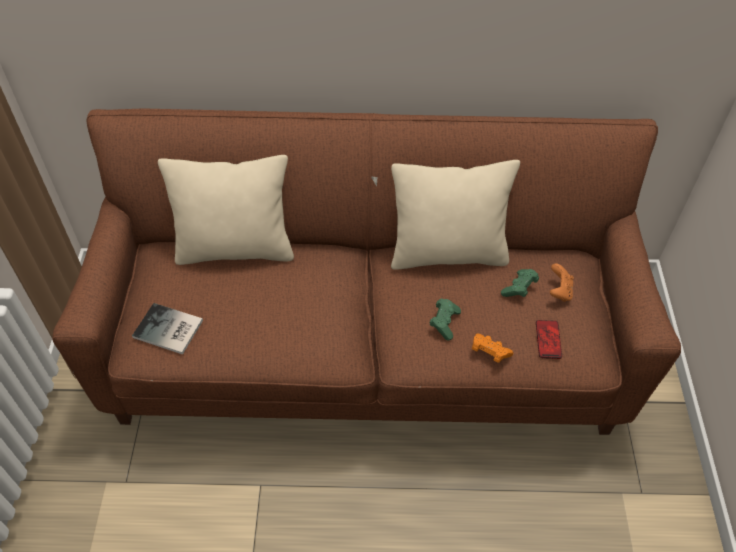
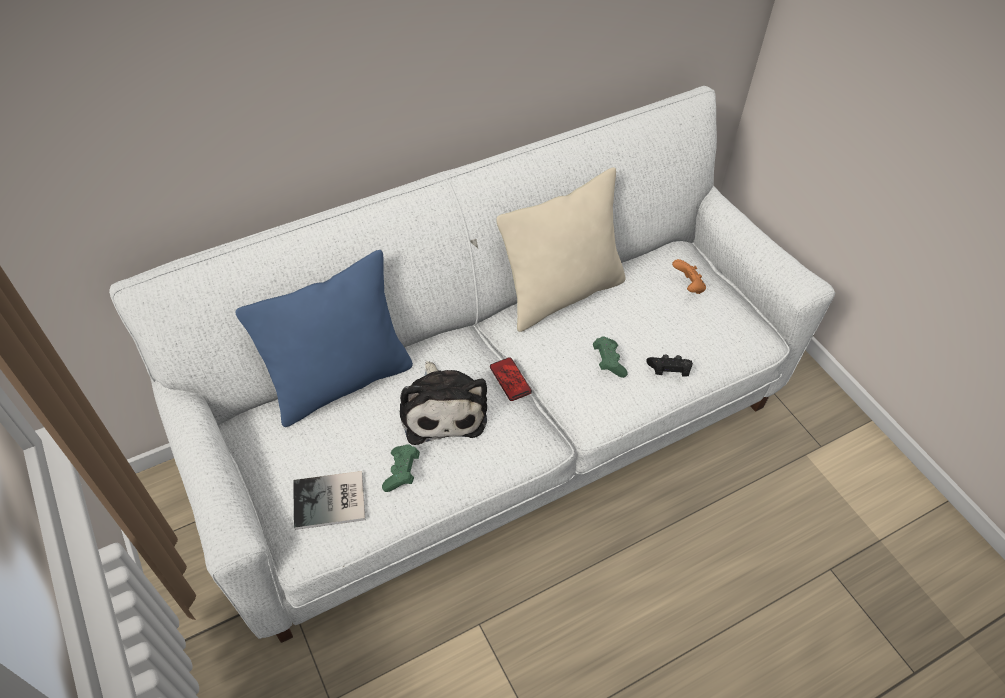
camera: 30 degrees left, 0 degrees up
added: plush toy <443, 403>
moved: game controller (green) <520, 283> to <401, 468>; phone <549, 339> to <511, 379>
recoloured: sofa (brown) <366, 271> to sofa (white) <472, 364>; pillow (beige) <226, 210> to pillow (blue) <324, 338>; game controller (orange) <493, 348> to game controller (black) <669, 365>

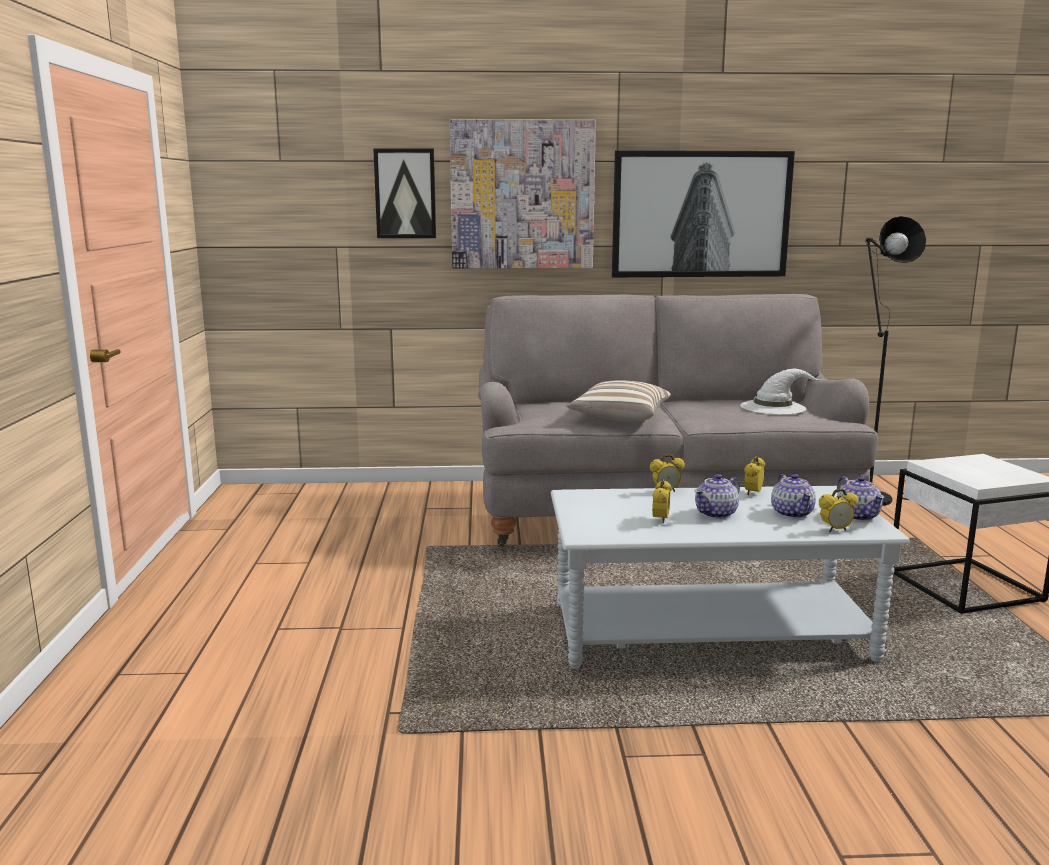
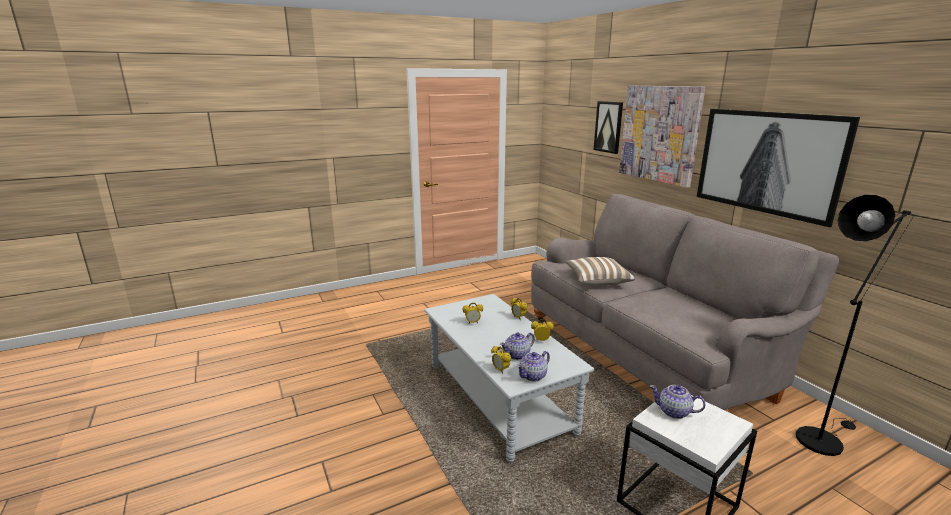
camera: 65 degrees right, 5 degrees up
removed: hat (white) <782, 392>
moved: teapot <717, 496> to <677, 402>

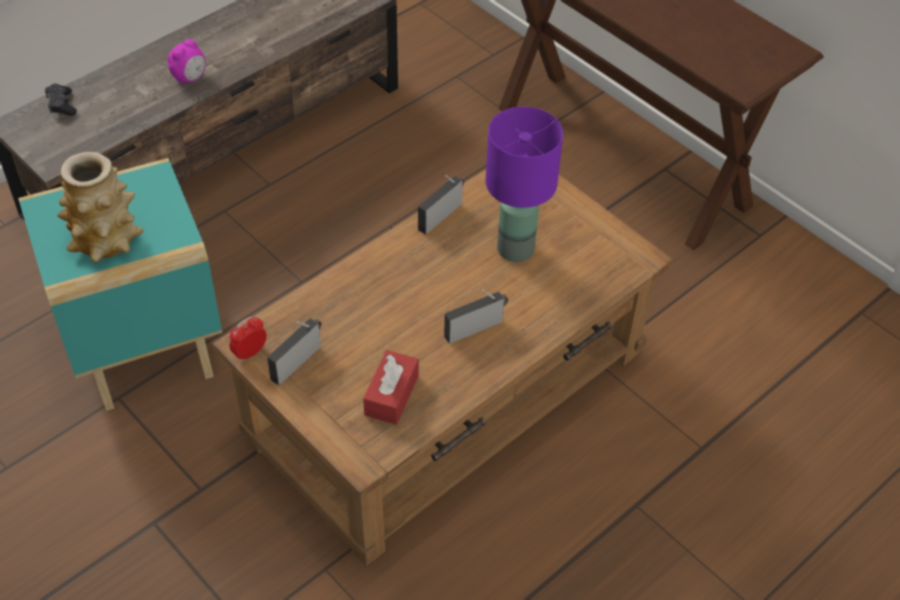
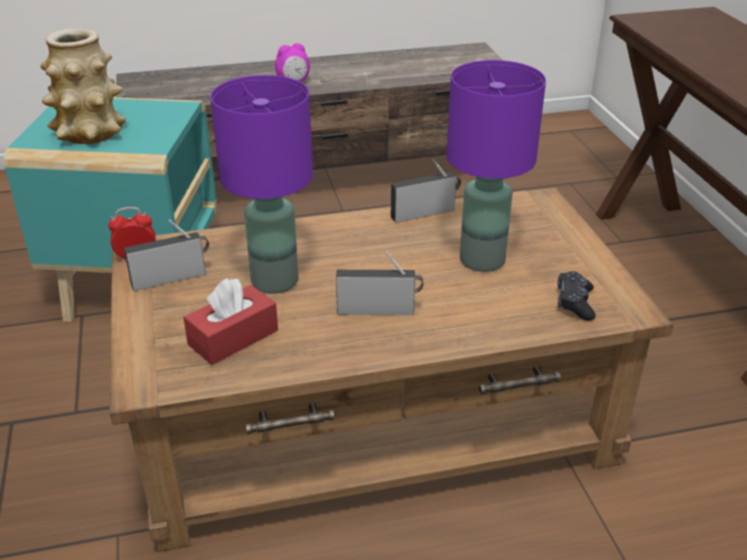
camera: 30 degrees right, 15 degrees down
added: table lamp (purple) <261, 184>
moved: game controller (black) <61, 100> to <577, 296>

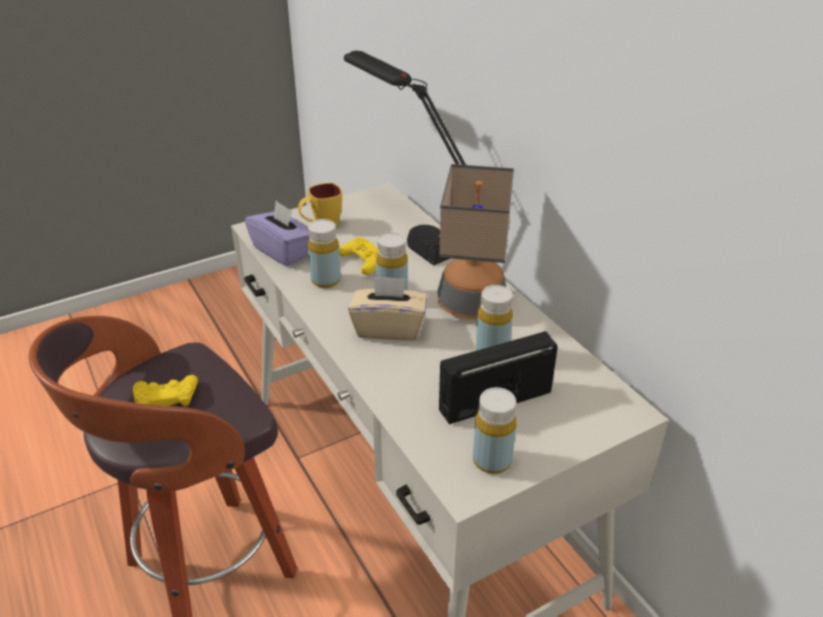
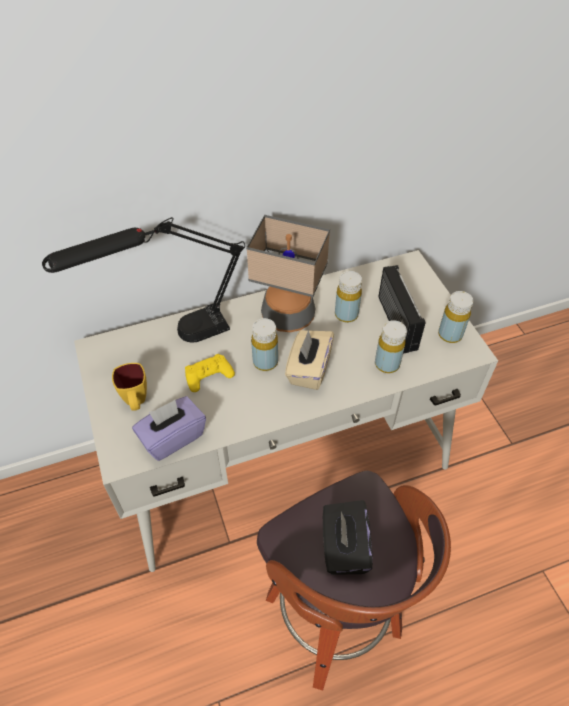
camera: 80 degrees left, 15 degrees up
moved: bottle (yellow) <324, 253> to <391, 346>
replaced: game controller (yellow) <165, 390> to tissue box (black) <347, 537>

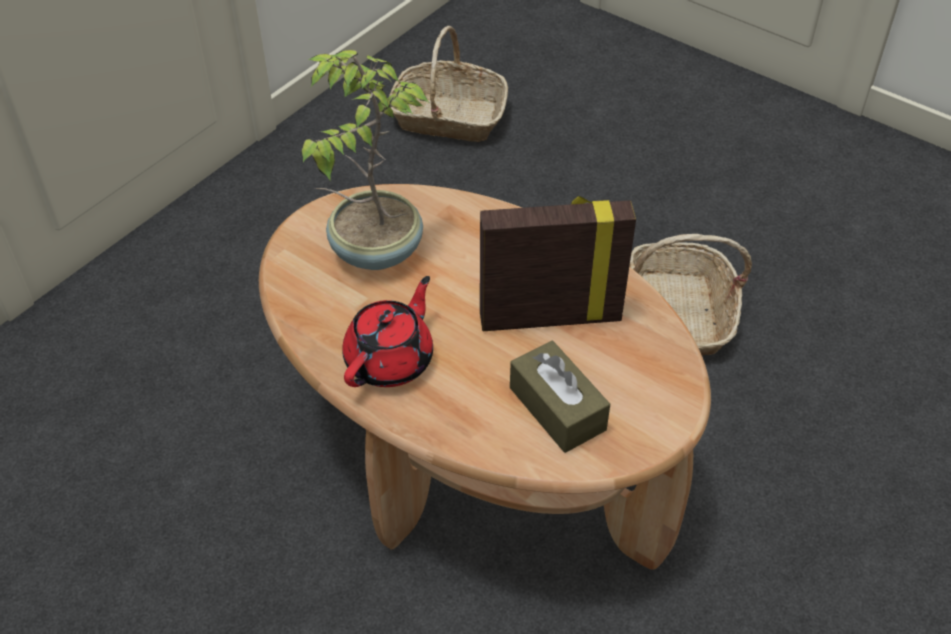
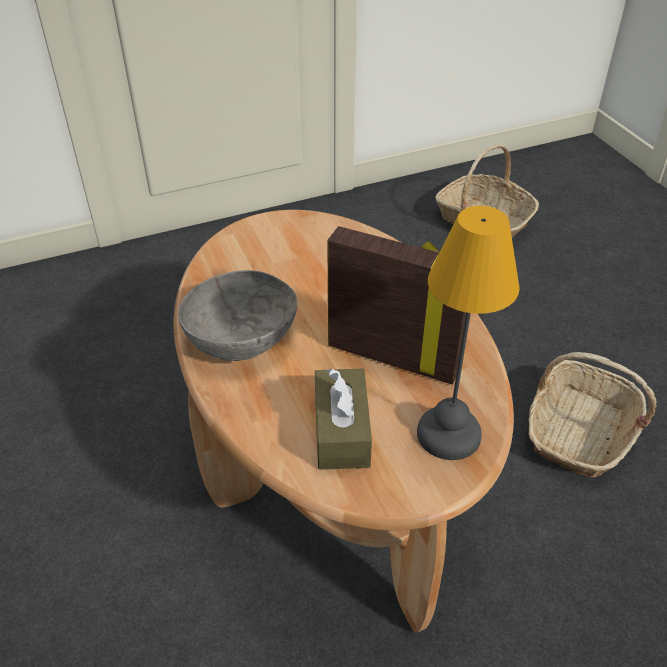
camera: 30 degrees right, 5 degrees down
removed: potted plant <365, 160>
added: table lamp <468, 333>
replaced: teapot (red) <387, 331> to bowl (grey) <237, 315>

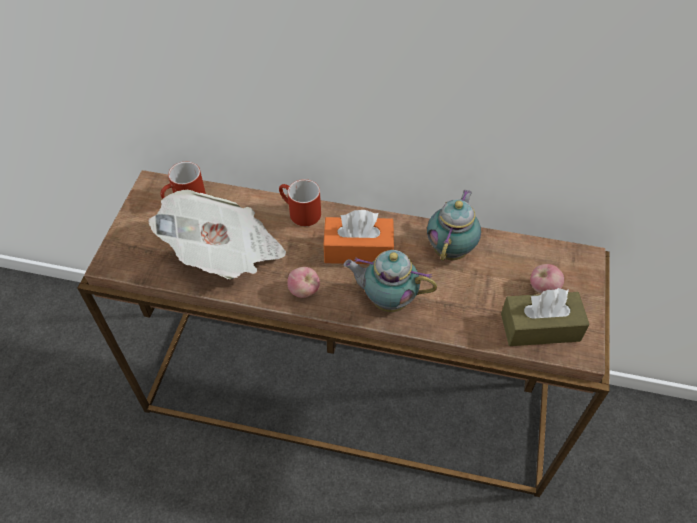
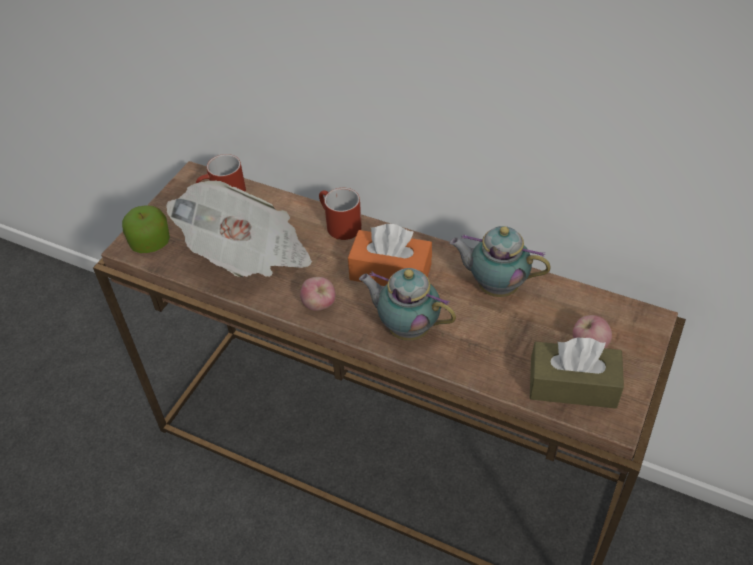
camera: 15 degrees right, 5 degrees down
added: apple <146, 229>
turned: teapot <454, 225> = <500, 261> 105 degrees counterclockwise

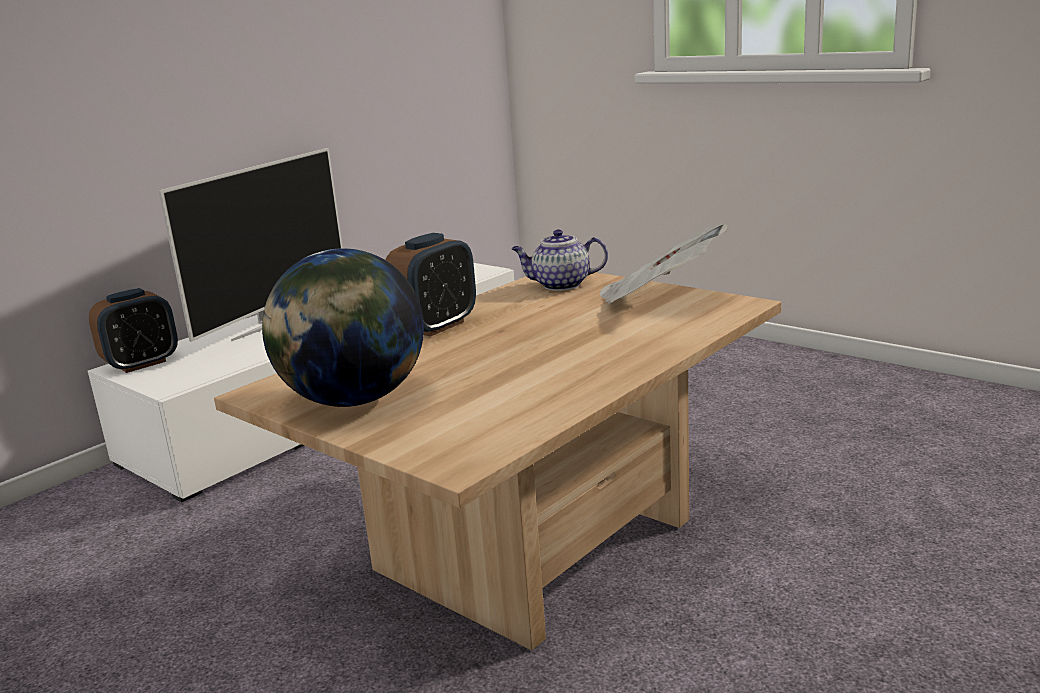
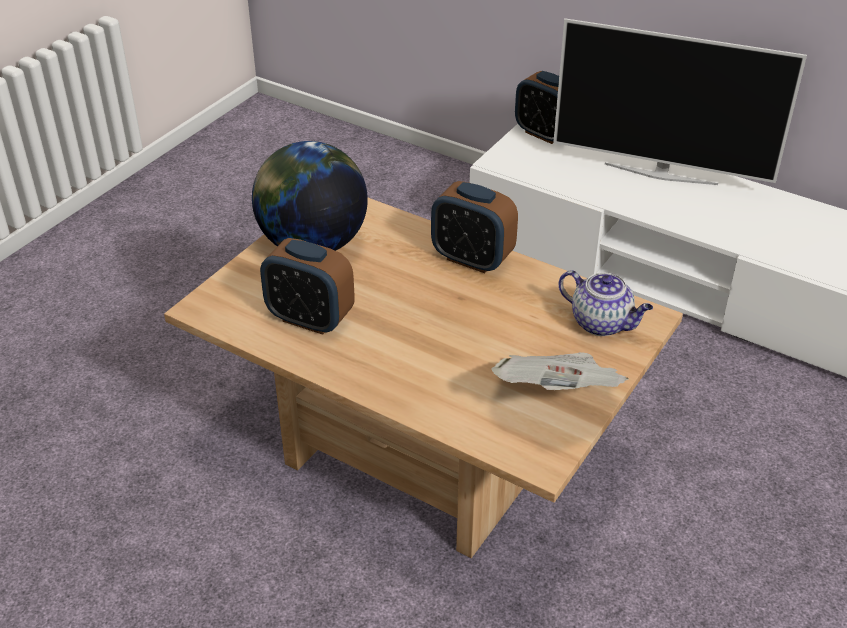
camera: 80 degrees right, 20 degrees up
added: alarm clock <307, 286>
turned: teapot <559, 260> = <606, 303> 135 degrees clockwise

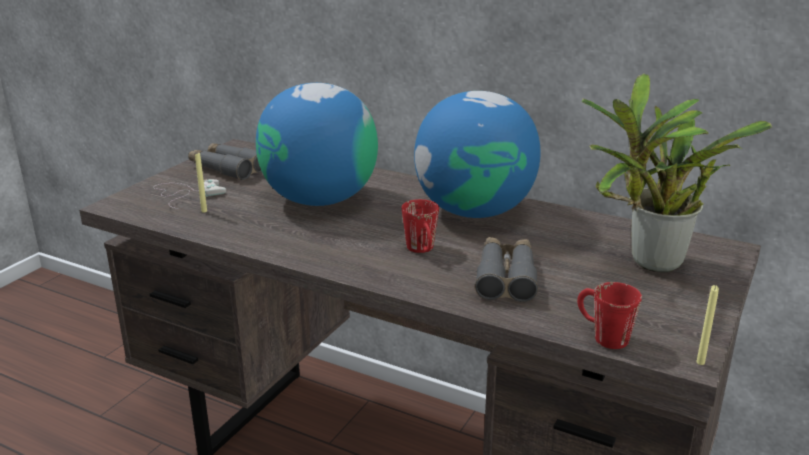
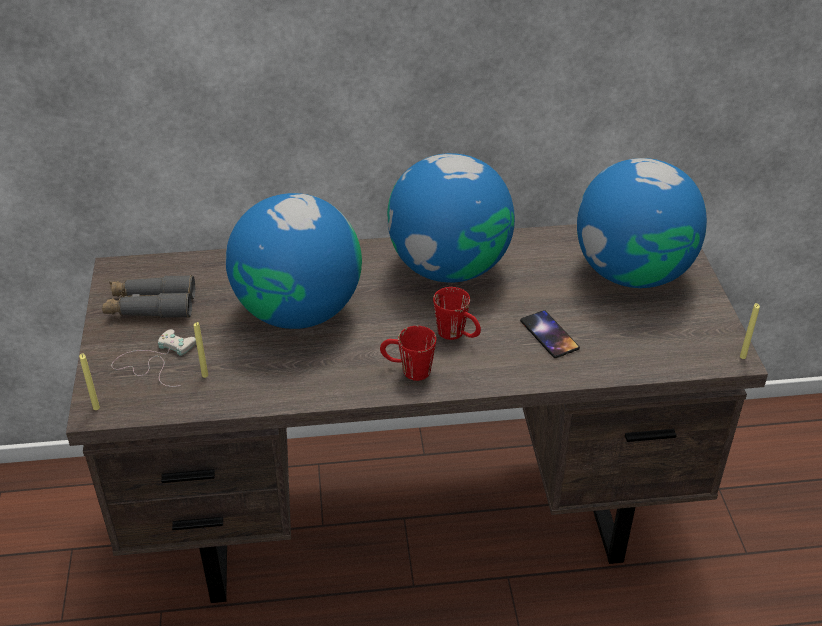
camera: 35 degrees left, 15 degrees up
added: candle (yellow) <89, 382>
moved: mug (red) <609, 315> to <408, 353>
replaced: binoculars (grey) <506, 269> to phone <550, 334>; potted plant <677, 172> to globe <642, 223>

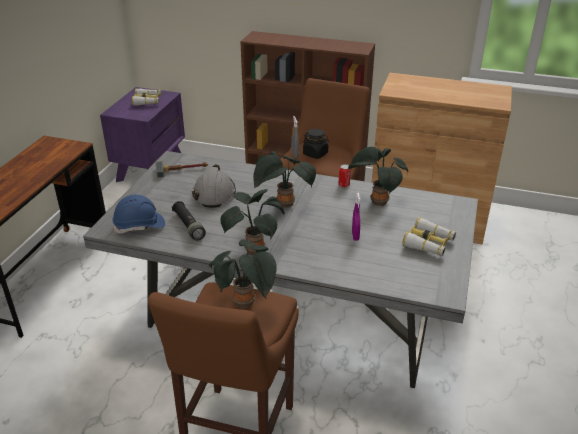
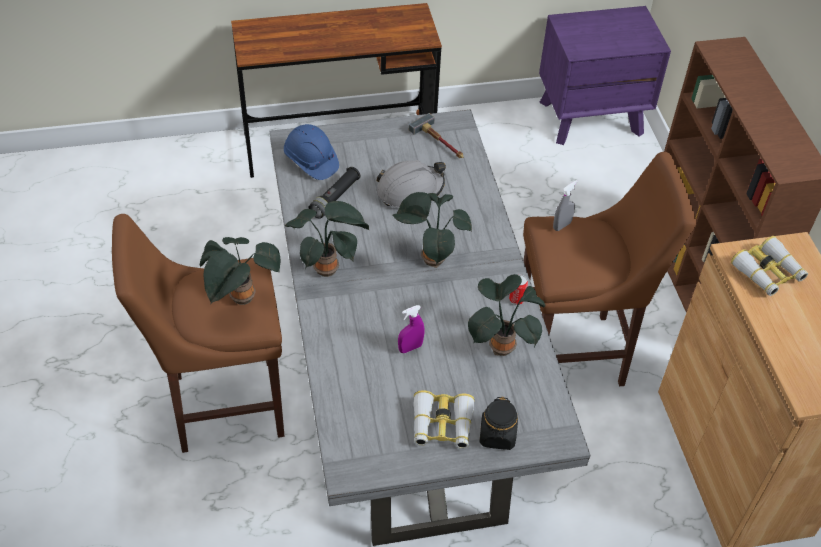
camera: 60 degrees right, 15 degrees up
moved: binoculars <147, 97> to <769, 266>; jar (black) <316, 144> to <498, 423>

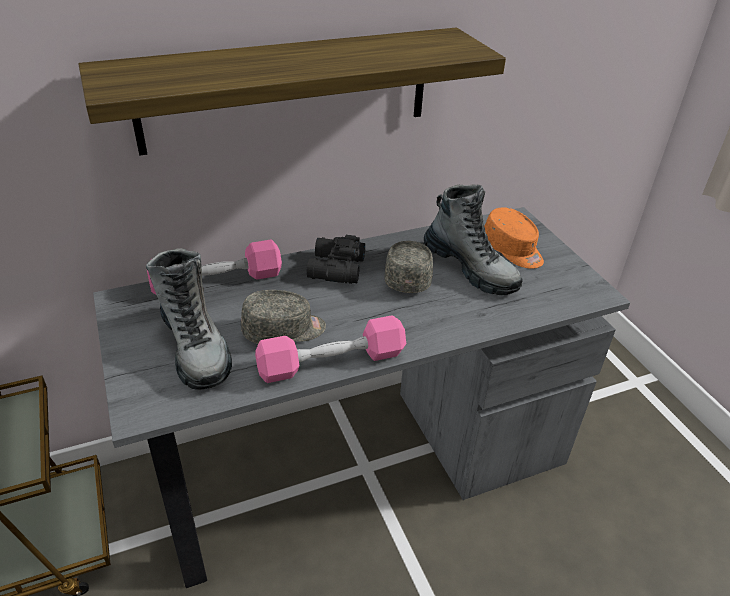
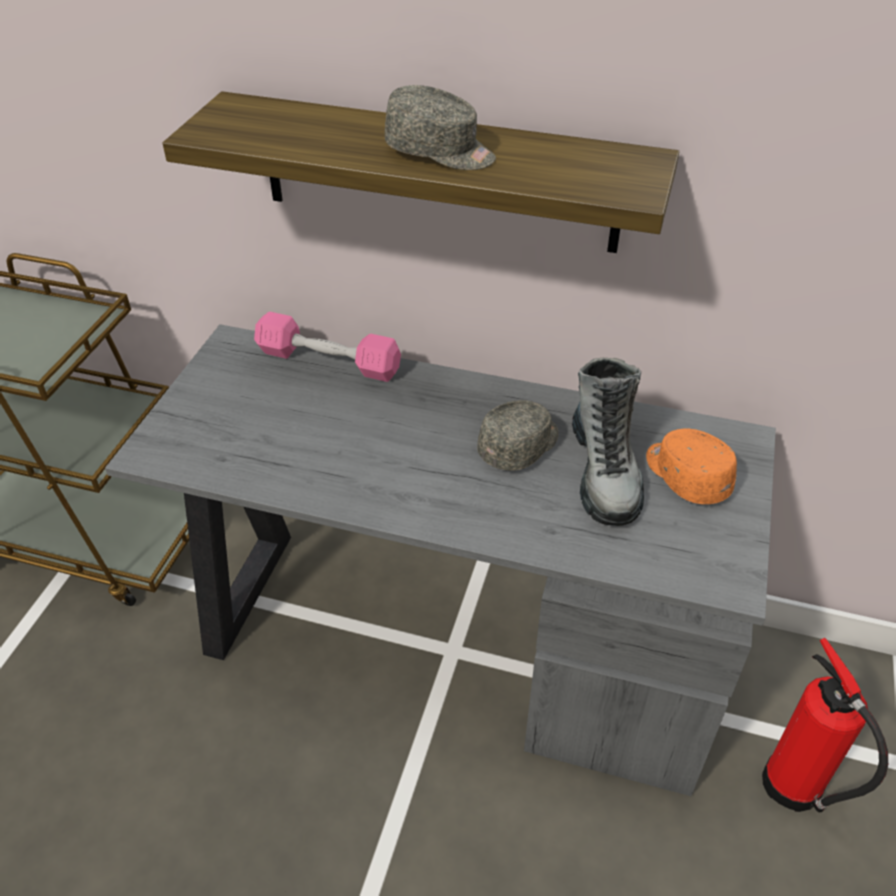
camera: 40 degrees right, 5 degrees up
removed: boot <189, 319>; dumbbell (pink) <330, 349>; binoculars (black) <336, 259>
added: fire extinguisher <825, 725>
moved: cap (grey) <283, 317> to <440, 127>
turned: cap (orange) <514, 238> = <691, 466> 150 degrees clockwise

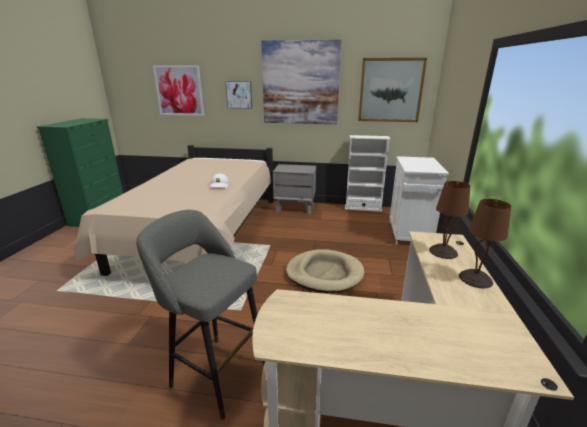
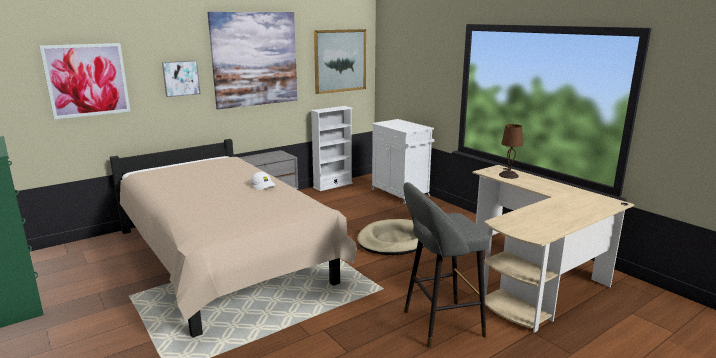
camera: 45 degrees left, 5 degrees down
removed: table lamp (brown) <485, 243>

